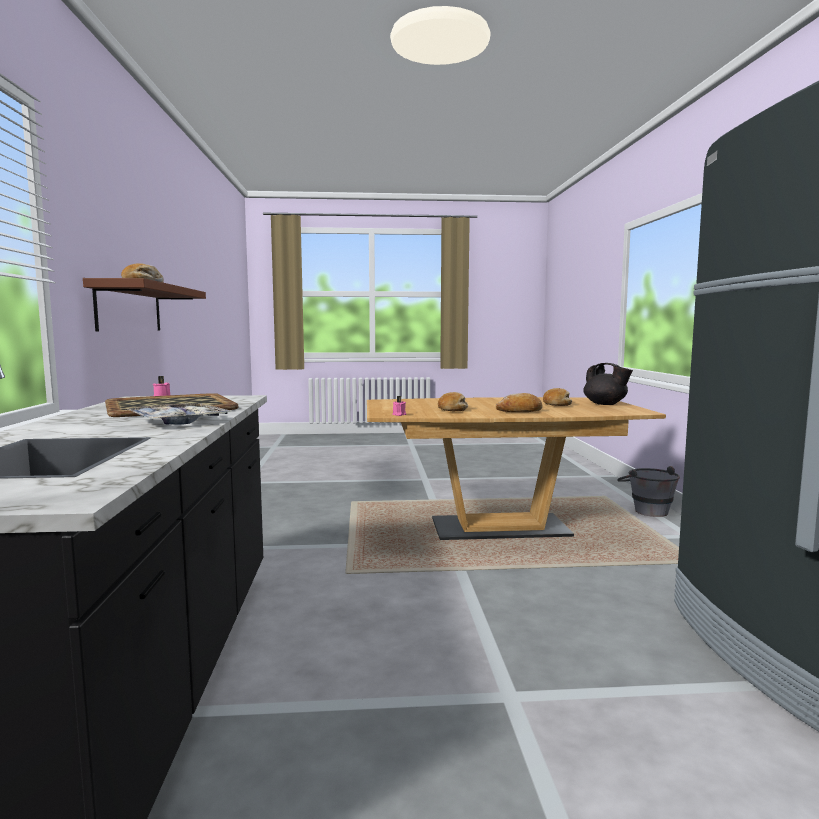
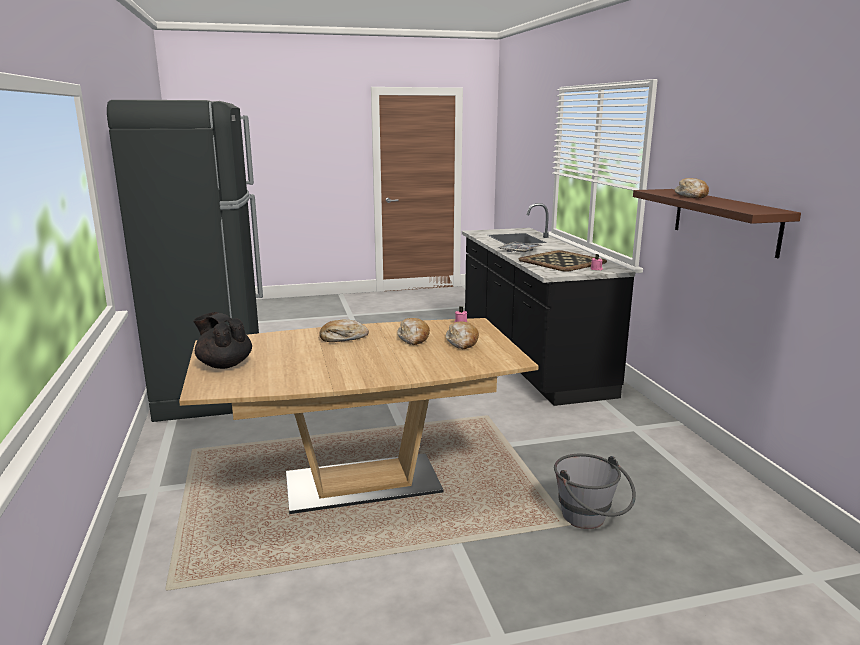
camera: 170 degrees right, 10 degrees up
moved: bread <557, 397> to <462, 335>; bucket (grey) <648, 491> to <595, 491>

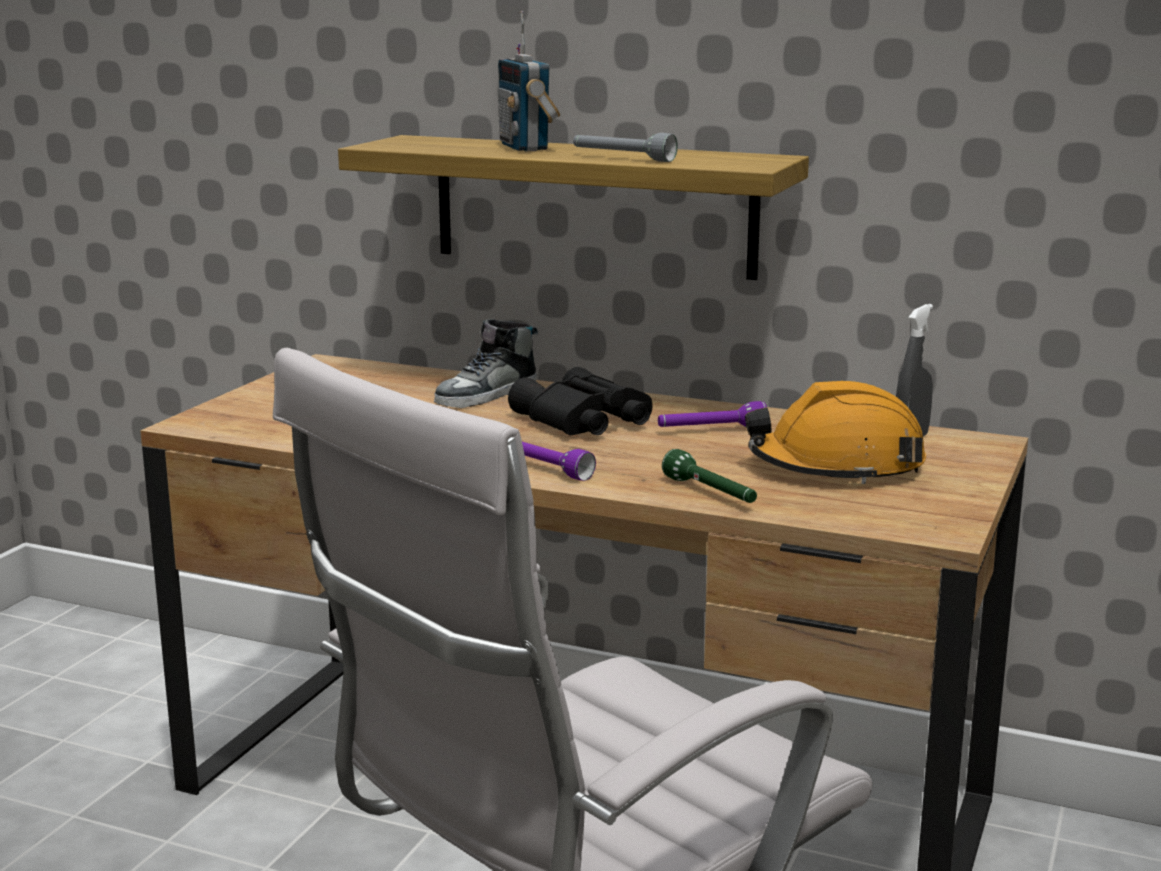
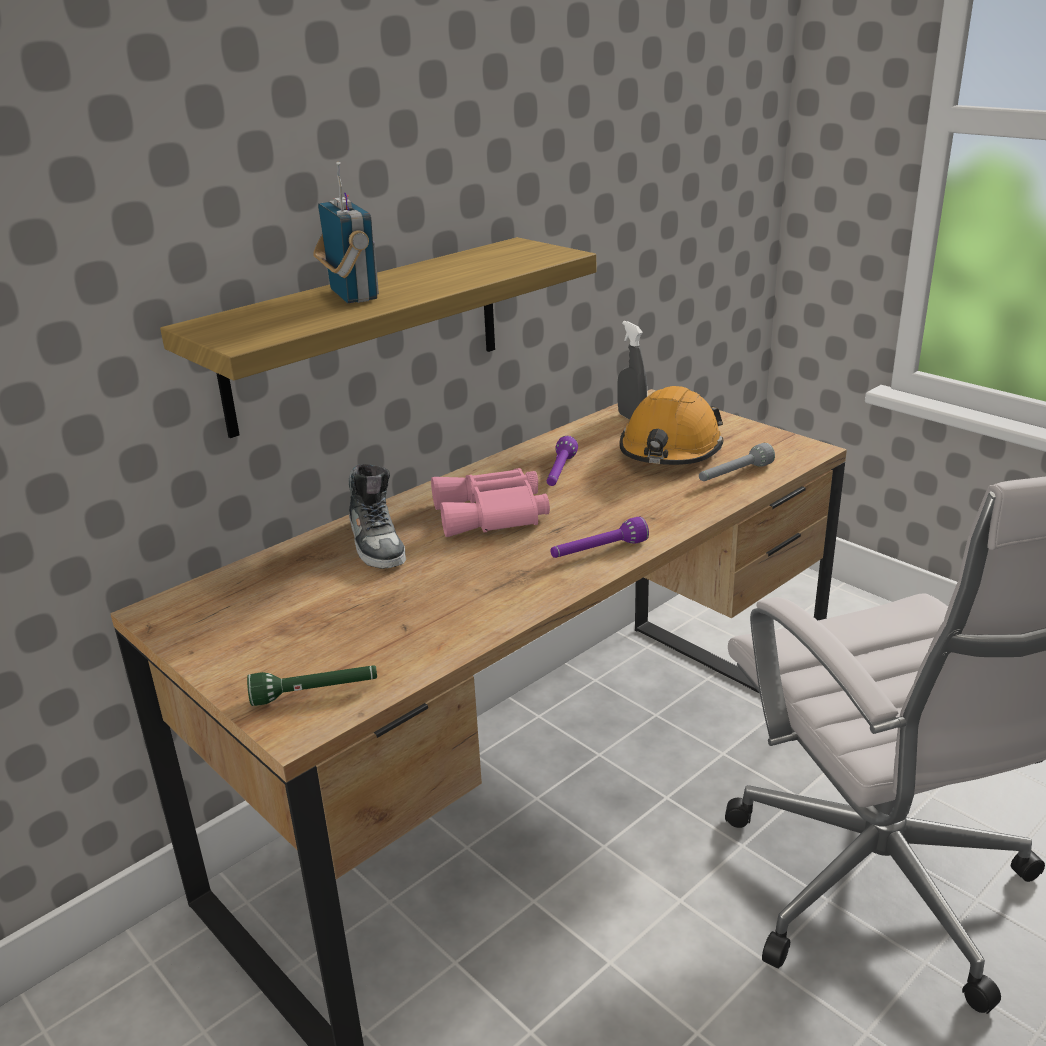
camera: 65 degrees left, 10 degrees up
moved: flashlight (grey) <625, 147> to <737, 462>; flashlight (green) <709, 476> to <312, 685>
recoloured: binoculars (black) <580, 401> to binoculars (pink) <490, 502>
turned: radio <529, 81> = <346, 232> 120 degrees counterclockwise

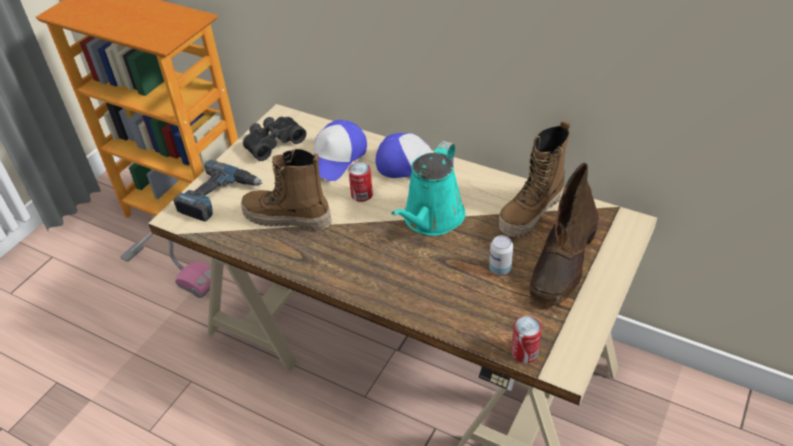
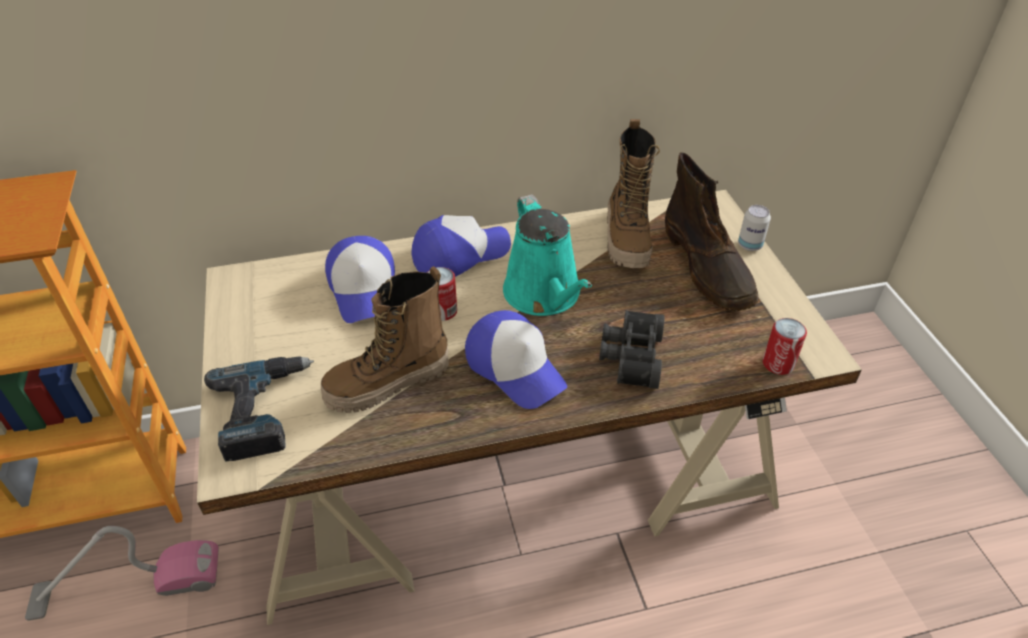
camera: 45 degrees left, 0 degrees up
added: cap <516, 359>
moved: binoculars (black) <275, 139> to <632, 349>; can <501, 255> to <754, 228>

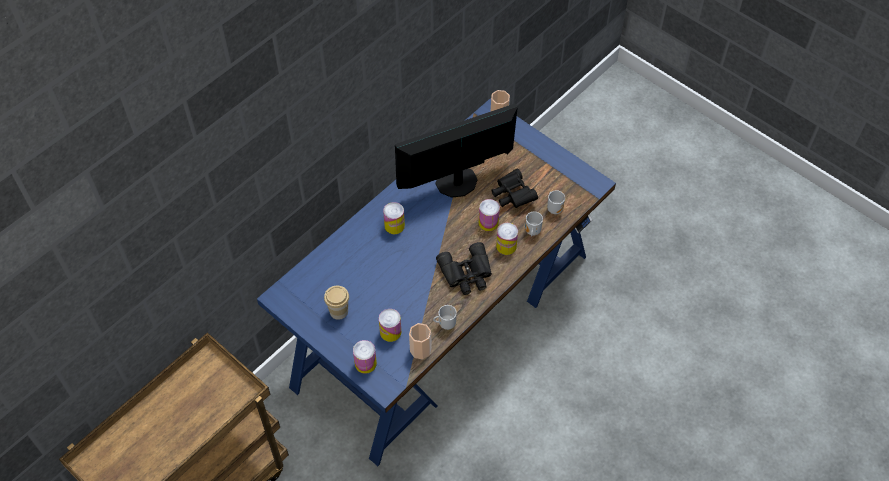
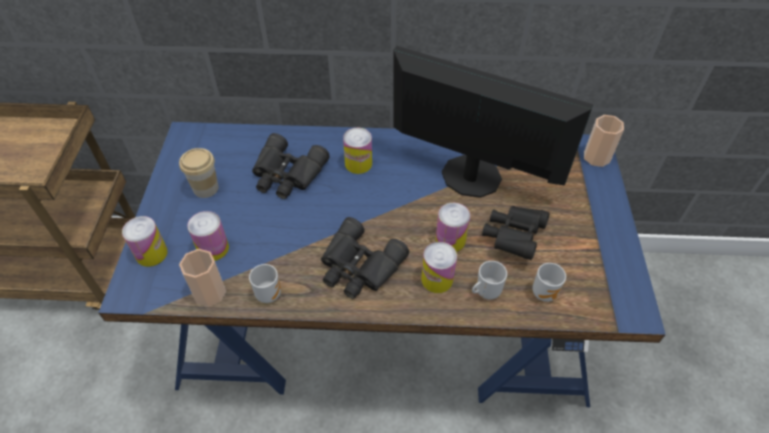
camera: 50 degrees right, 5 degrees down
added: binoculars (black) <291, 166>

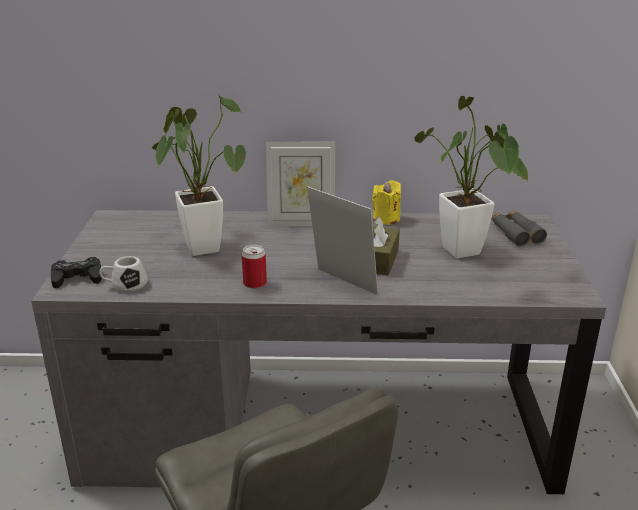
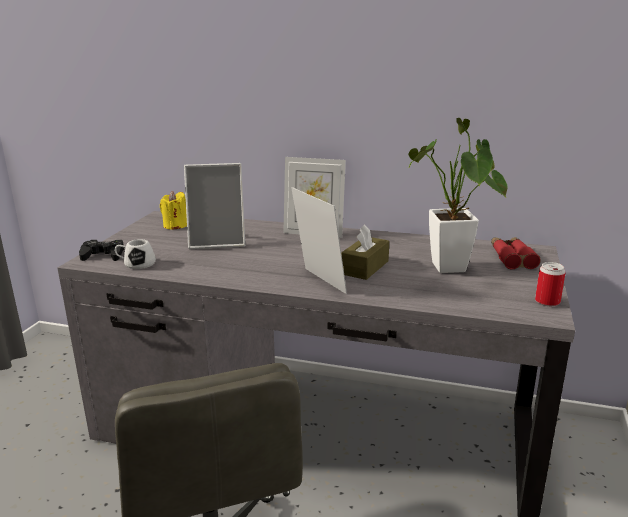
camera: 15 degrees right, 5 degrees down
moved: can <254, 267> to <550, 284>; candle (yellow) <386, 202> to <173, 210>
replaced: potted plant <199, 175> to picture frame <214, 206>
recoloured: binoculars (grey) <519, 228> to binoculars (red) <516, 253>

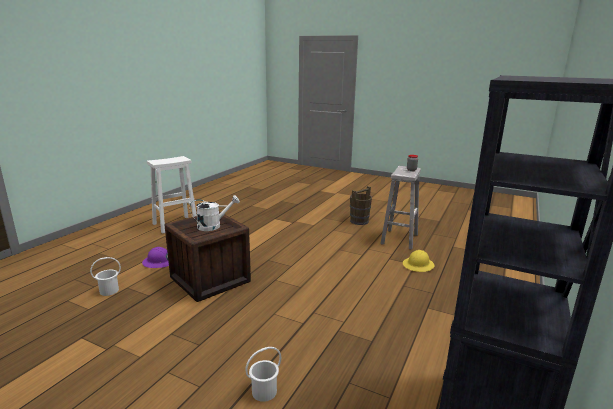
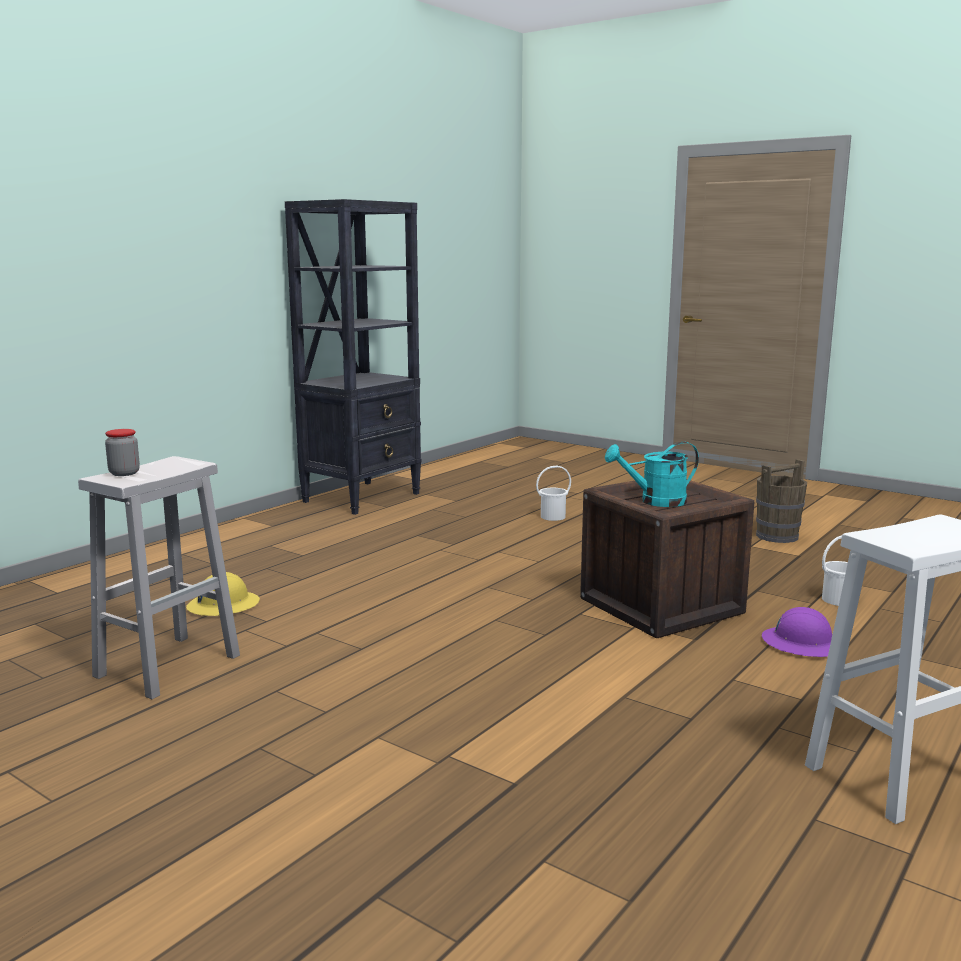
camera: 170 degrees left, 5 degrees down
moved: bucket (brown) <361, 205> to <781, 501>
recoloured: watering can (white) <215, 213> to watering can (turquoise) <652, 474>

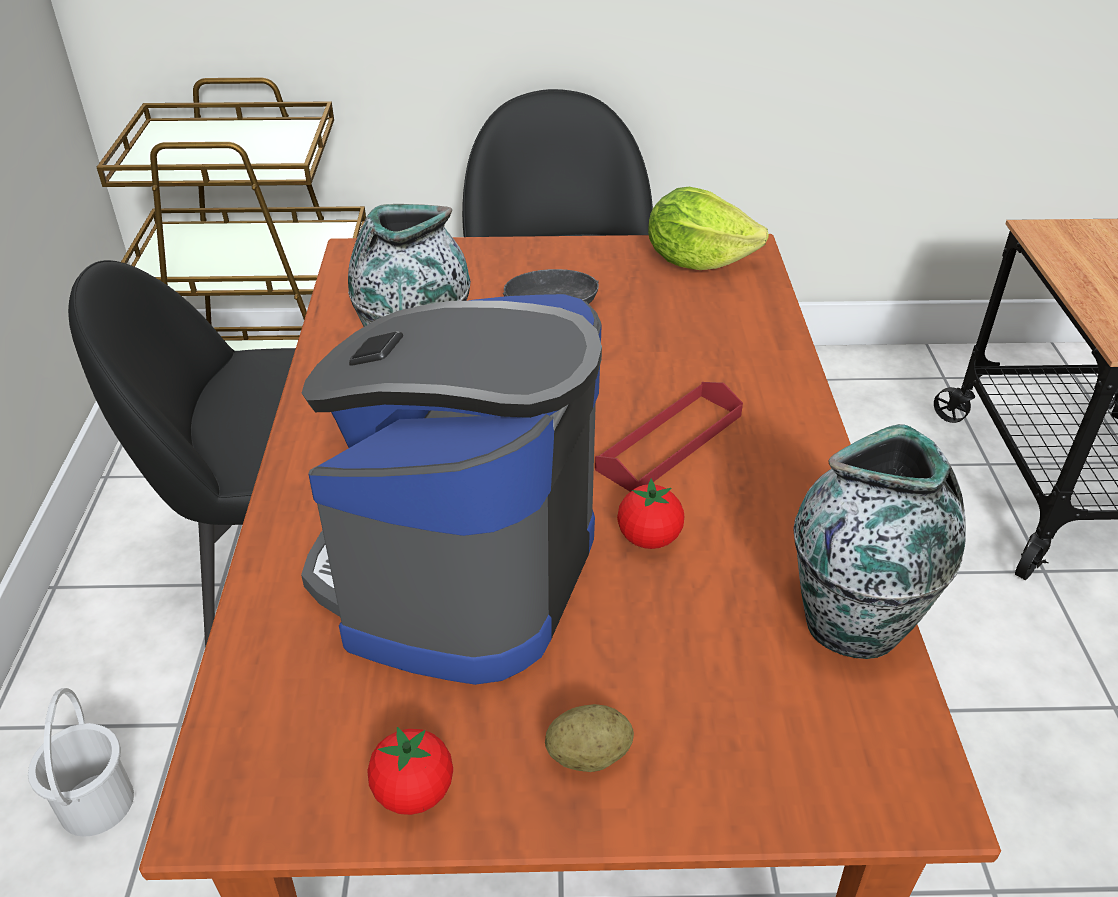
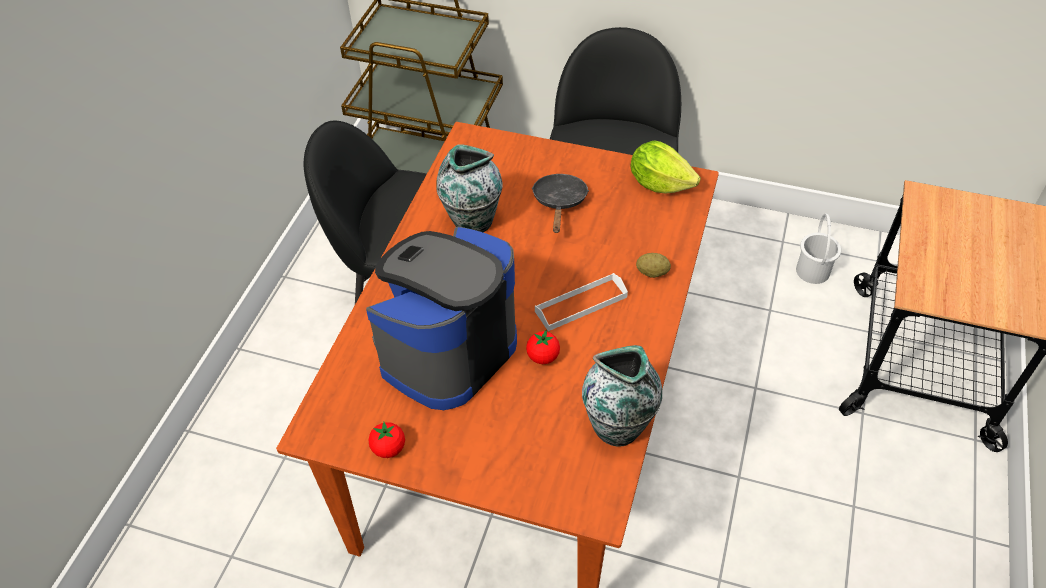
camera: 20 degrees right, 10 degrees up
moved: bucket (white) <81, 762> to <818, 248>; potato <589, 738> to <653, 265>
recoloured: tray (red) <669, 437> to tray (white) <581, 302>

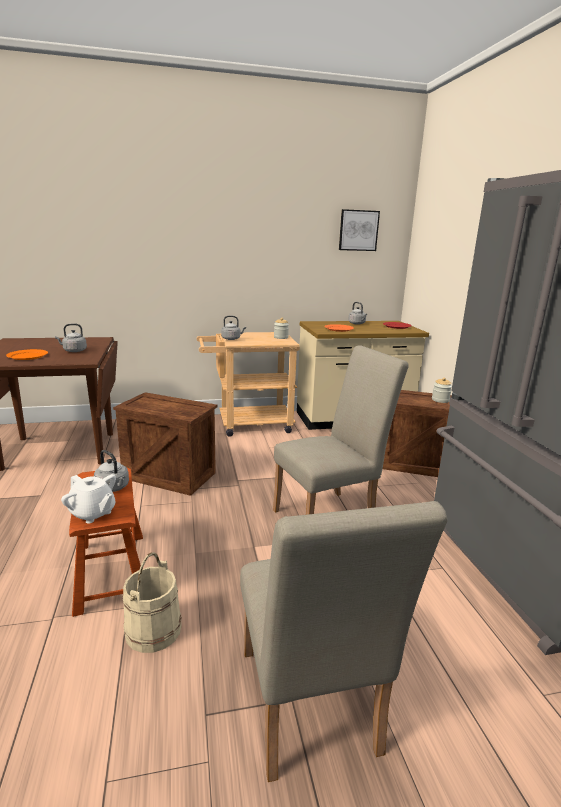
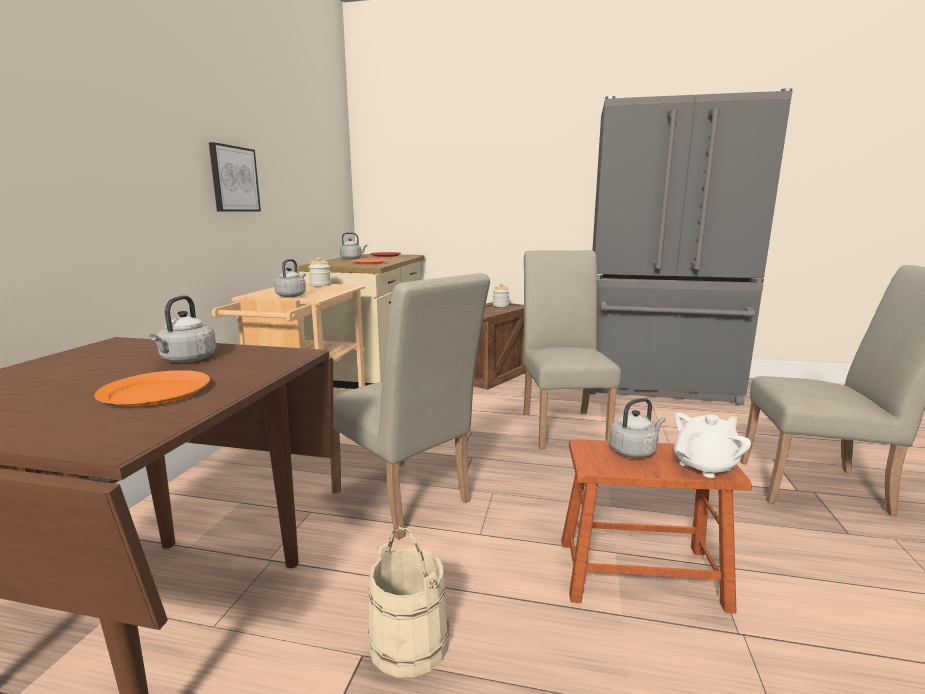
camera: 65 degrees left, 5 degrees down
moved: bucket (beige) <152, 602> to <408, 602>; picture <359, 230> to <235, 177>
replaced: crate <165, 444> to chair (beige) <410, 406>

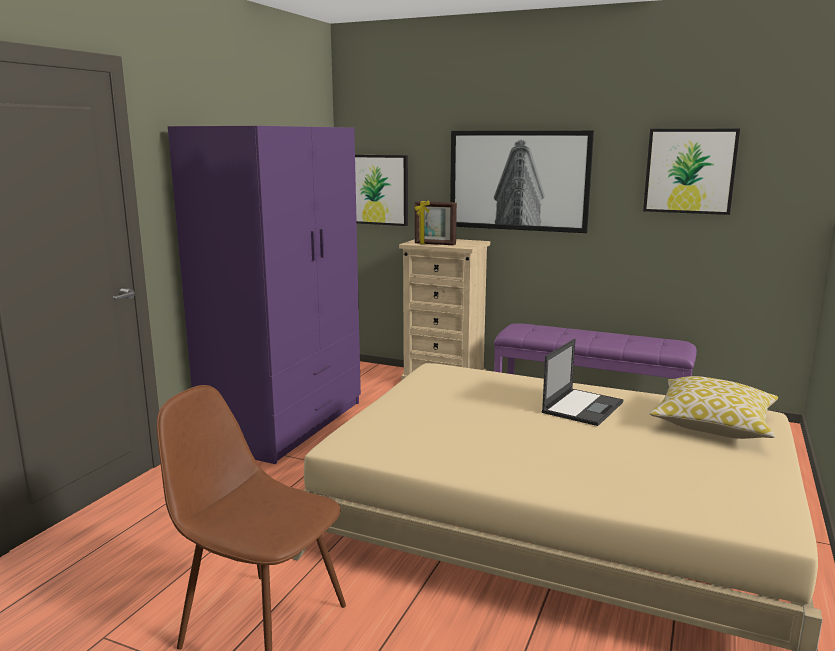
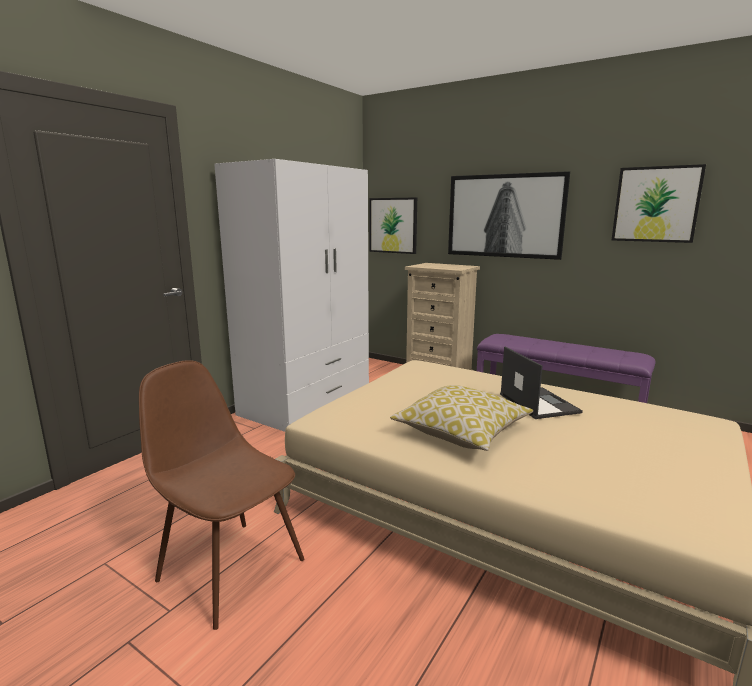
camera: 10 degrees right, 0 degrees up
removed: picture frame <435, 223>
moved: pillow <714, 407> to <462, 418>
recoloured: wardrobe (purple) <264, 295> to wardrobe (white) <291, 295>
turned: laptop <582, 382> = <541, 383> 60 degrees counterclockwise

